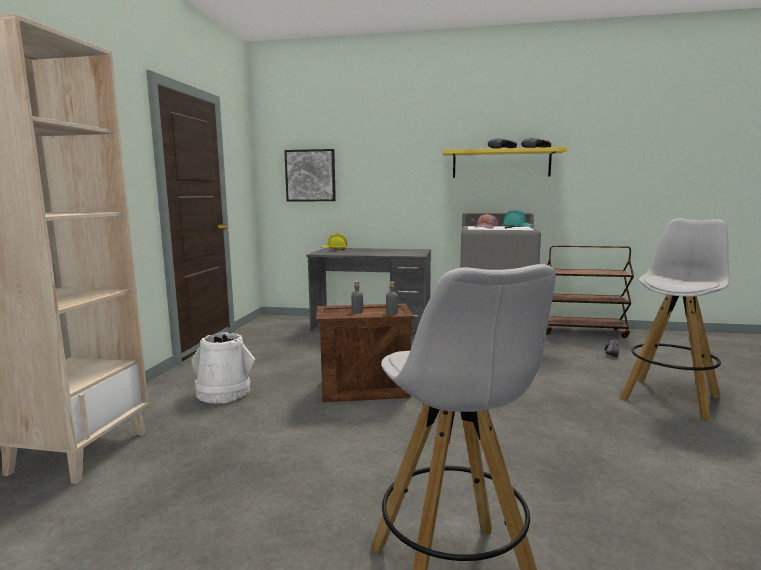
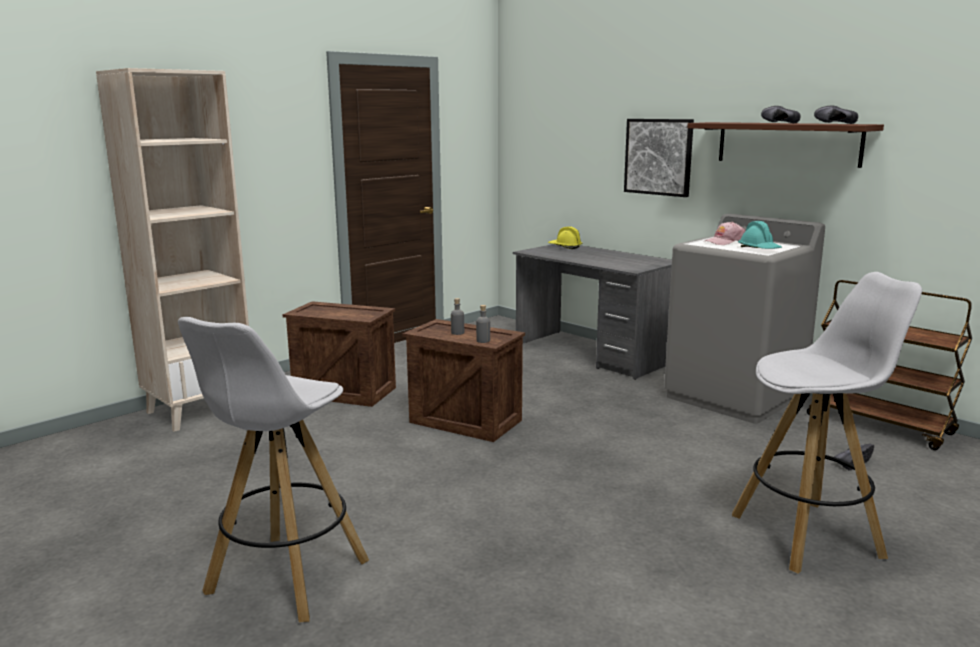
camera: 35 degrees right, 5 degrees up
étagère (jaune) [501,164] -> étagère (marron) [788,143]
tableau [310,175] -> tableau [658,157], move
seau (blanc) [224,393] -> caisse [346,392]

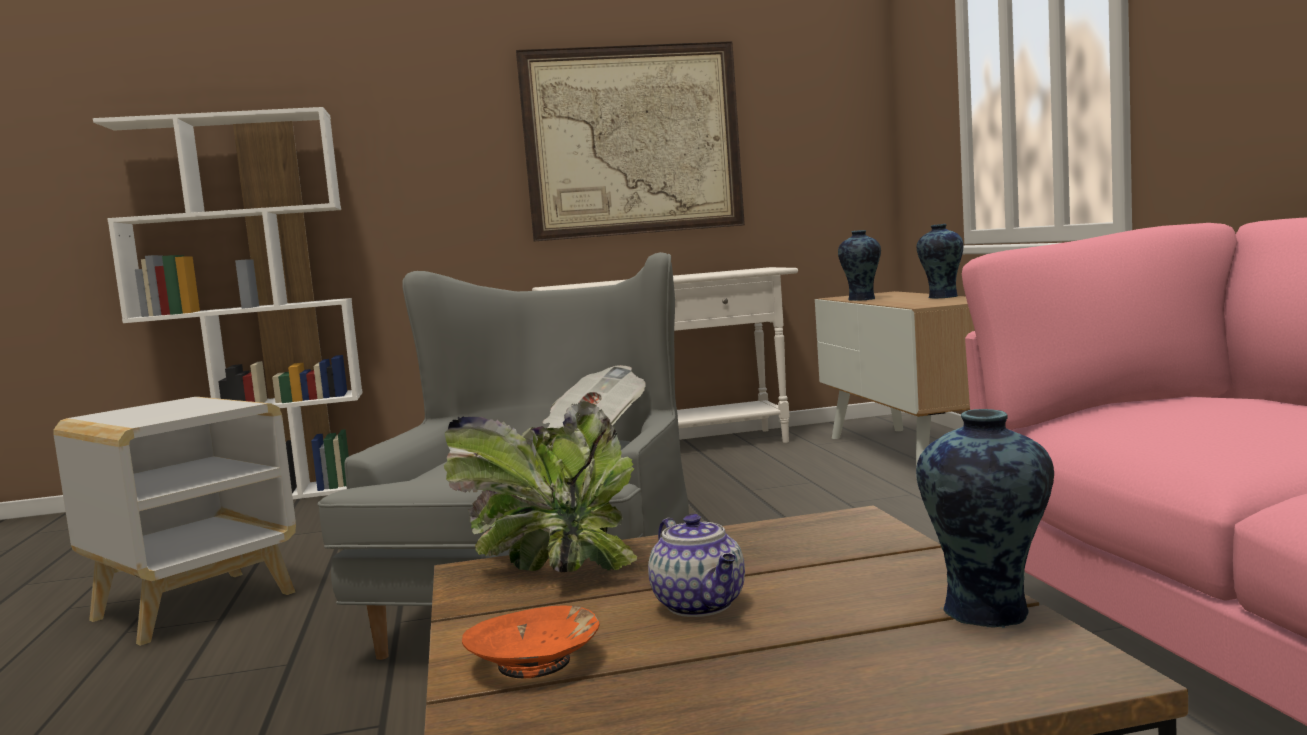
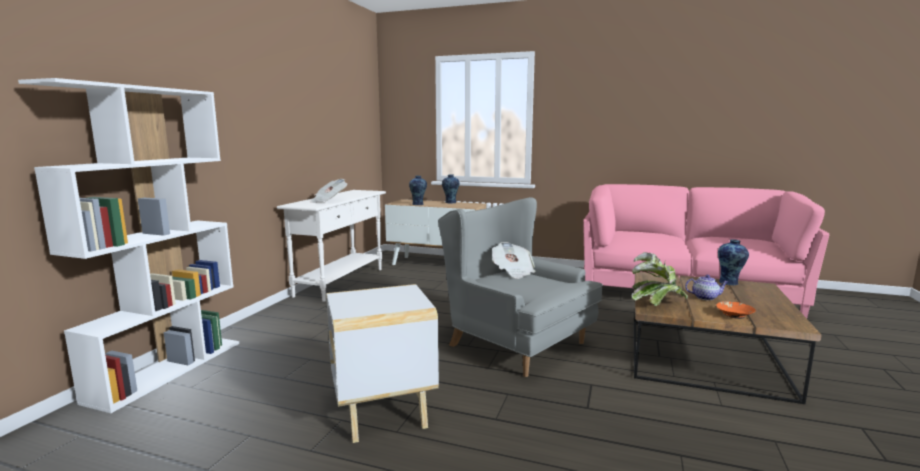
camera: 60 degrees left, 5 degrees up
tableau [633,141] -> none
none -> journal [328,201]

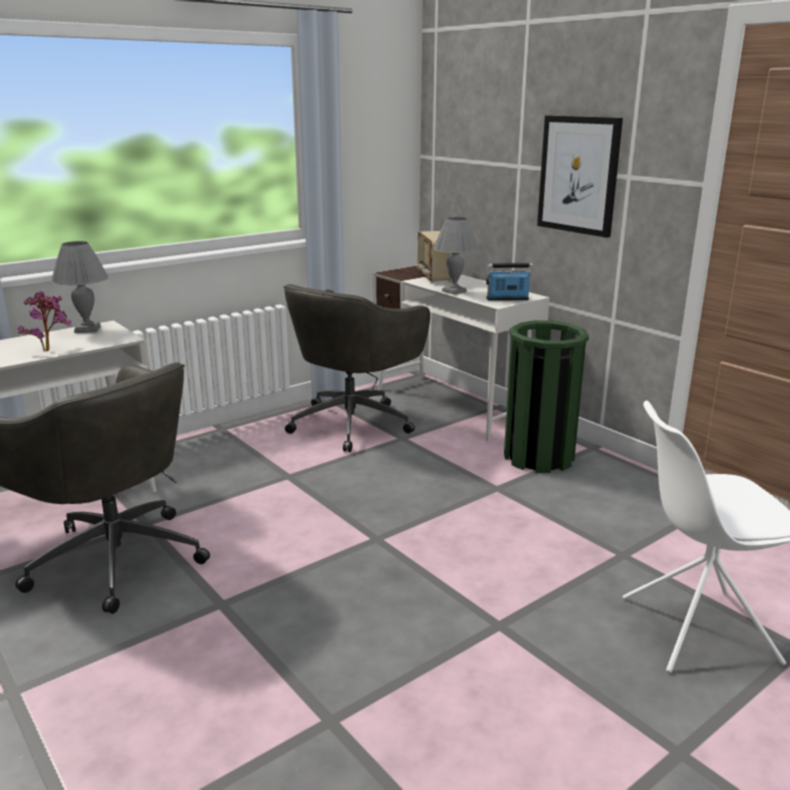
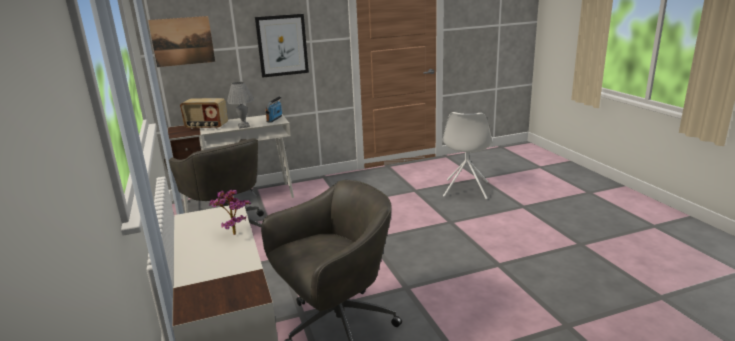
camera: 70 degrees left, 0 degrees up
lampe de table (gris) [87,329] -> none
poubelle (vert) [538,457] -> none
none -> tableau [182,41]

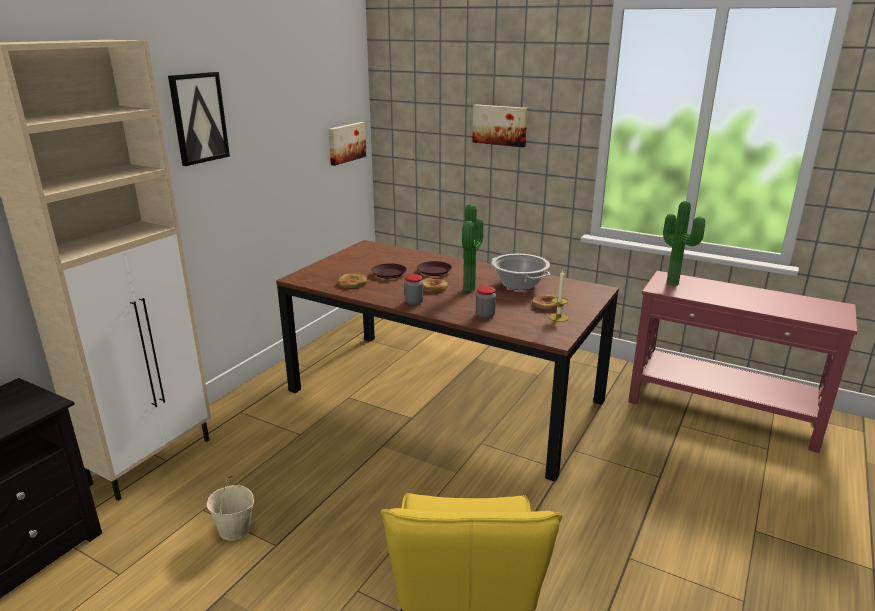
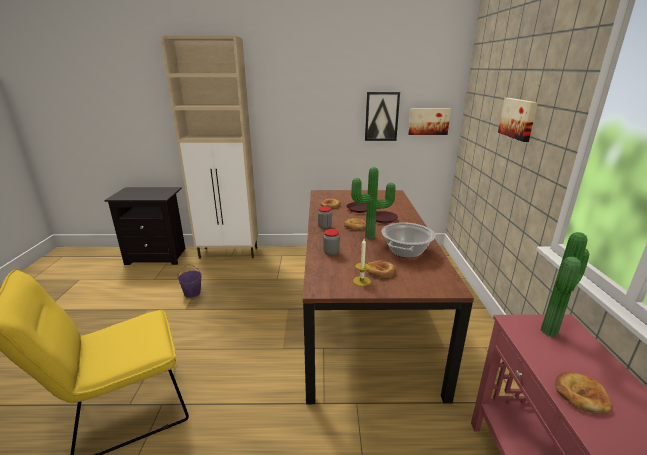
camera: 60 degrees right, 0 degrees up
tableau [198,118] -> tableau [381,116], move
seau (beige) [235,529] -> seau (violet) [192,293]
none -> pain [580,395]

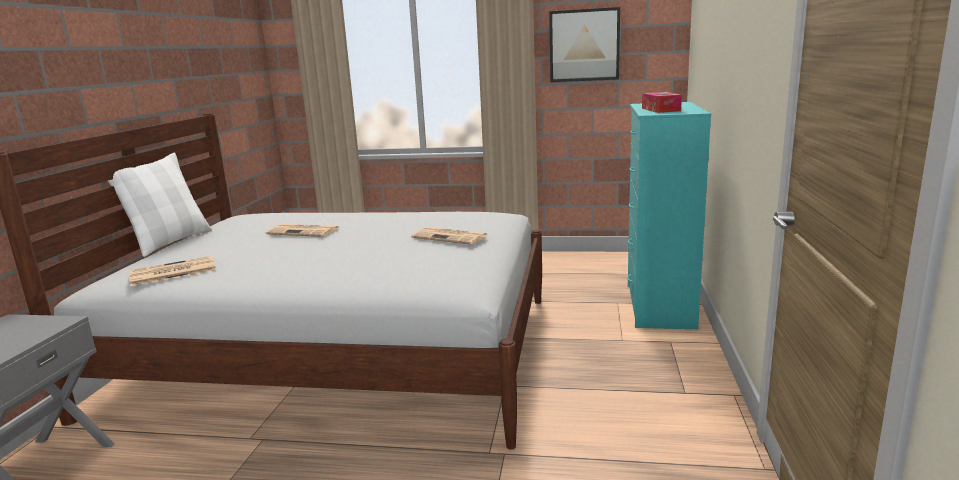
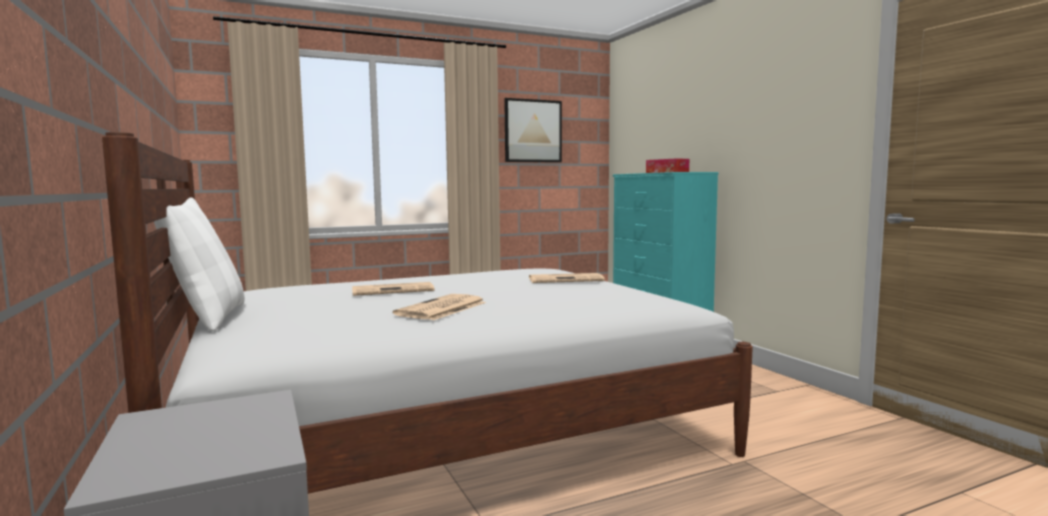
camera: 35 degrees left, 10 degrees down
journal [172,272] -> journal [441,309], move

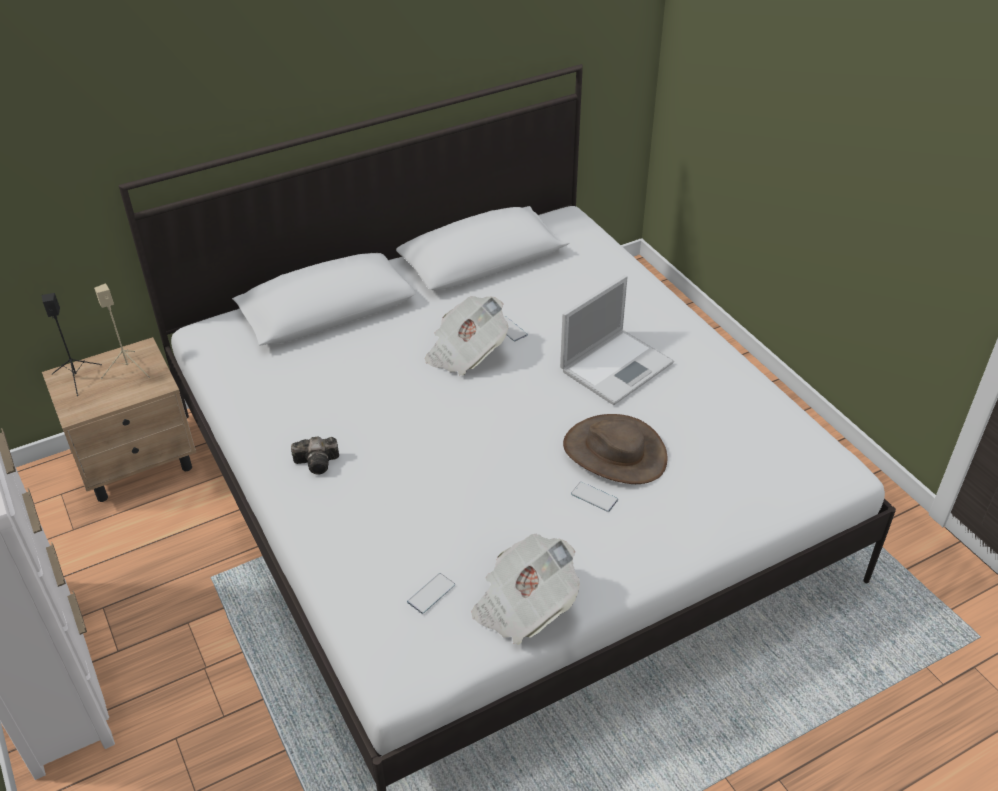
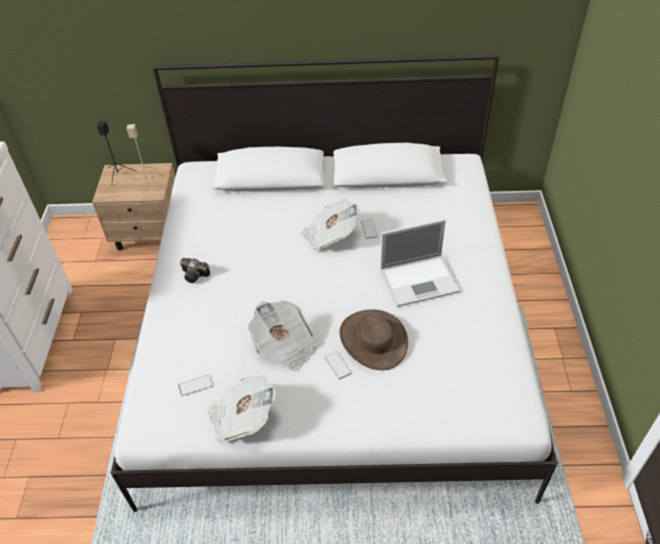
camera: 30 degrees right, 5 degrees up
none -> journal [284,346]

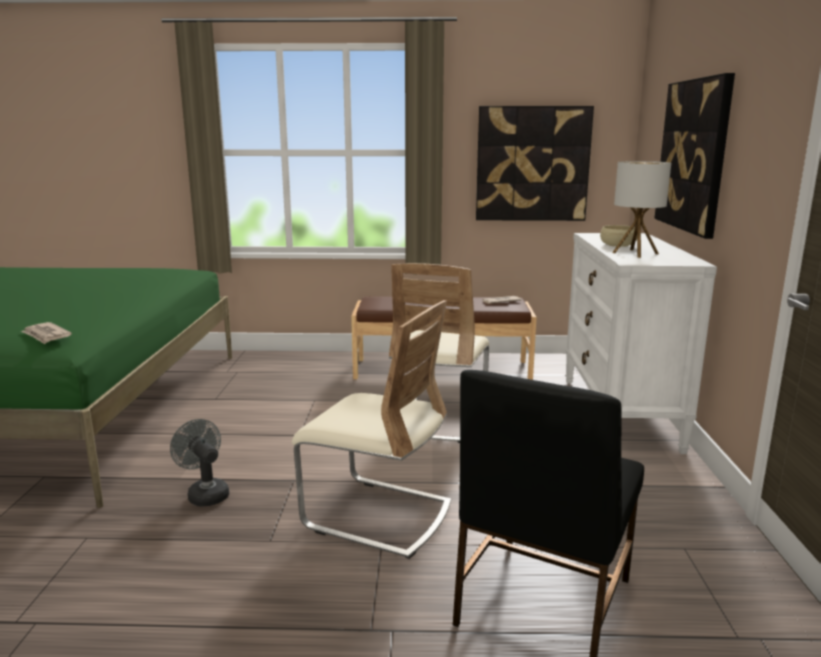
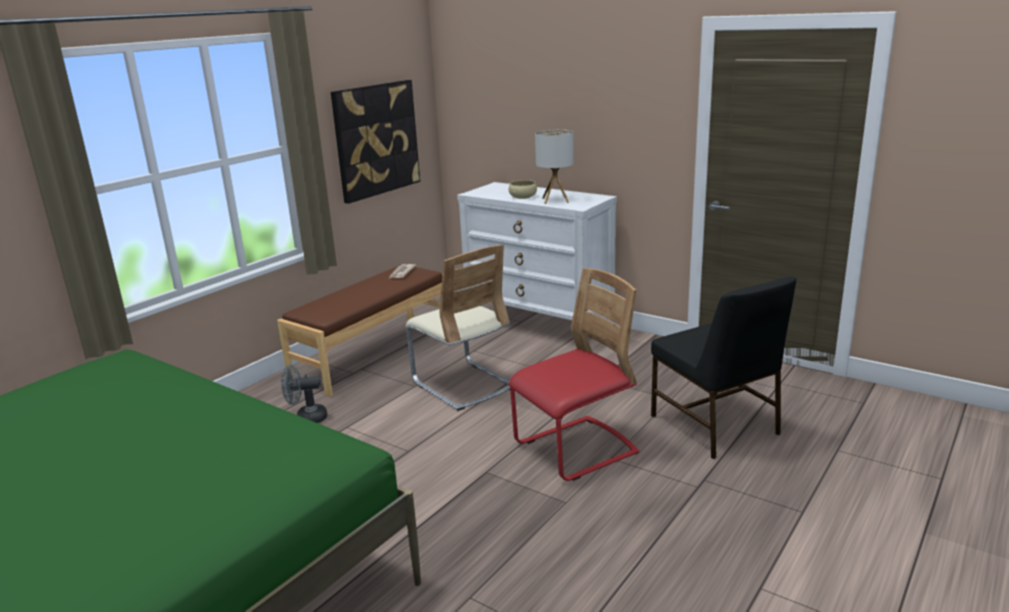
camera: 55 degrees left, 5 degrees up
tableau [693,155] -> none
chaise (beige) [377,515] -> chaise (rouge) [575,450]
journal [46,335] -> none
ventilateur (gris) [205,494] -> ventilateur (gris) [306,418], move

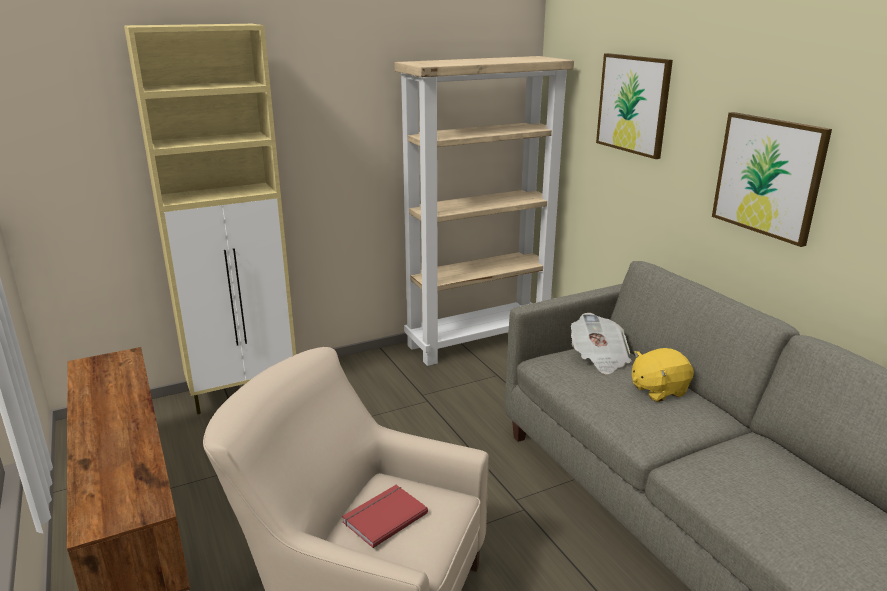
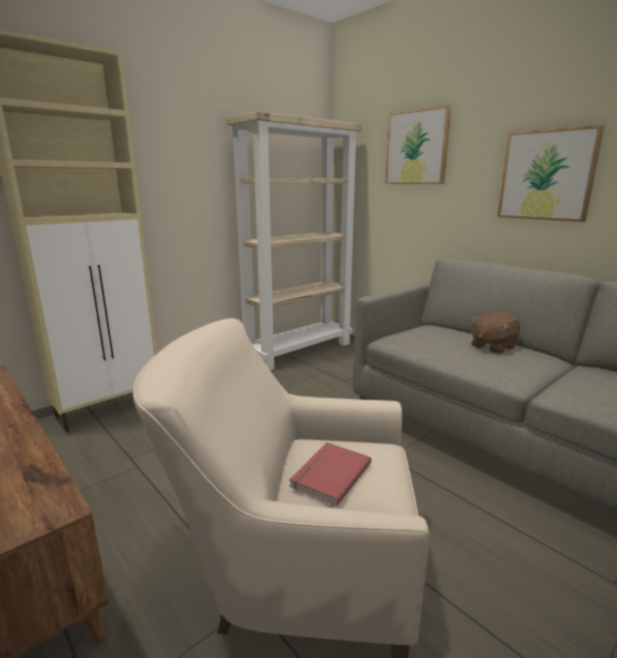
camera: 15 degrees left, 5 degrees down
journal [599,358] -> none
peluche (jaune) [658,390] -> peluche (marron) [492,346]

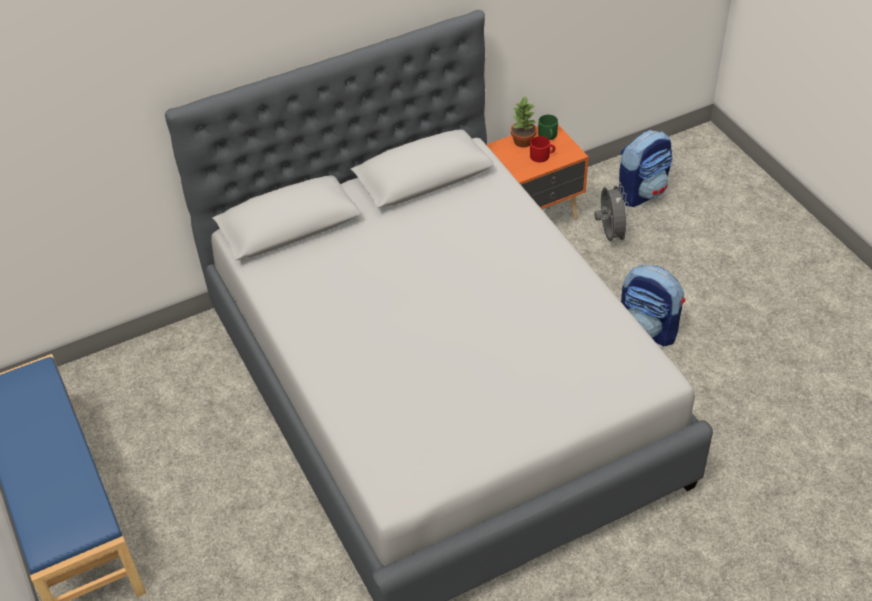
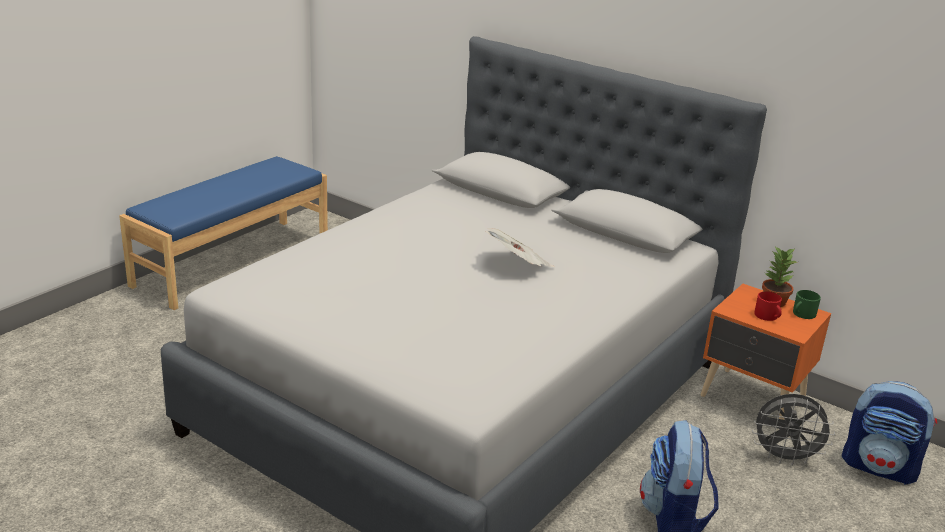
camera: 60 degrees right, 20 degrees down
ventilateur (gris) [610,235] -> ventilateur (gris) [785,458], 45 degrees clockwise
none -> journal [518,265]

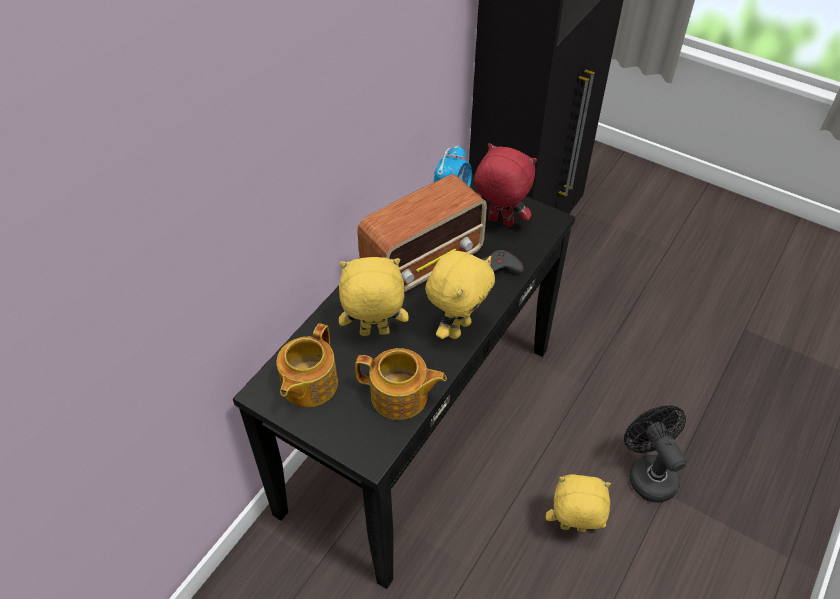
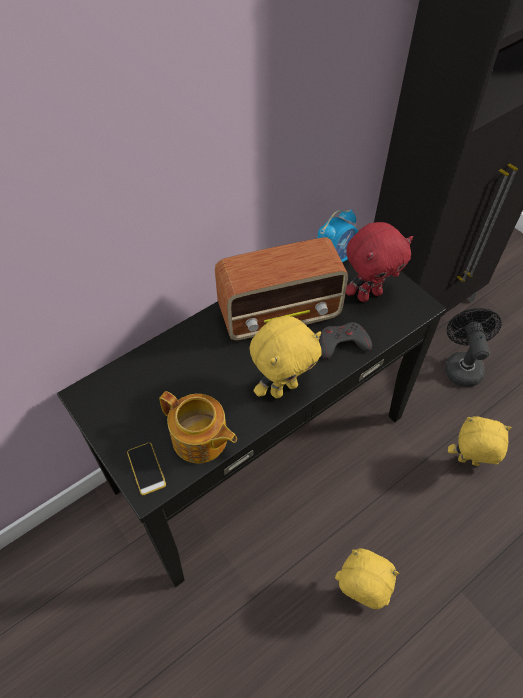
camera: 20 degrees right, 5 degrees up
peluche (rouge) [499,222] -> peluche (rouge) [369,294], 105 degrees clockwise
peluche (jaune) [374,333] -> peluche (jaune) [468,462], move
théière [308,384] -> none
ventilateur (noir) [648,473] -> ventilateur (noir) [461,365], move
none -> téléphone [146,468]

